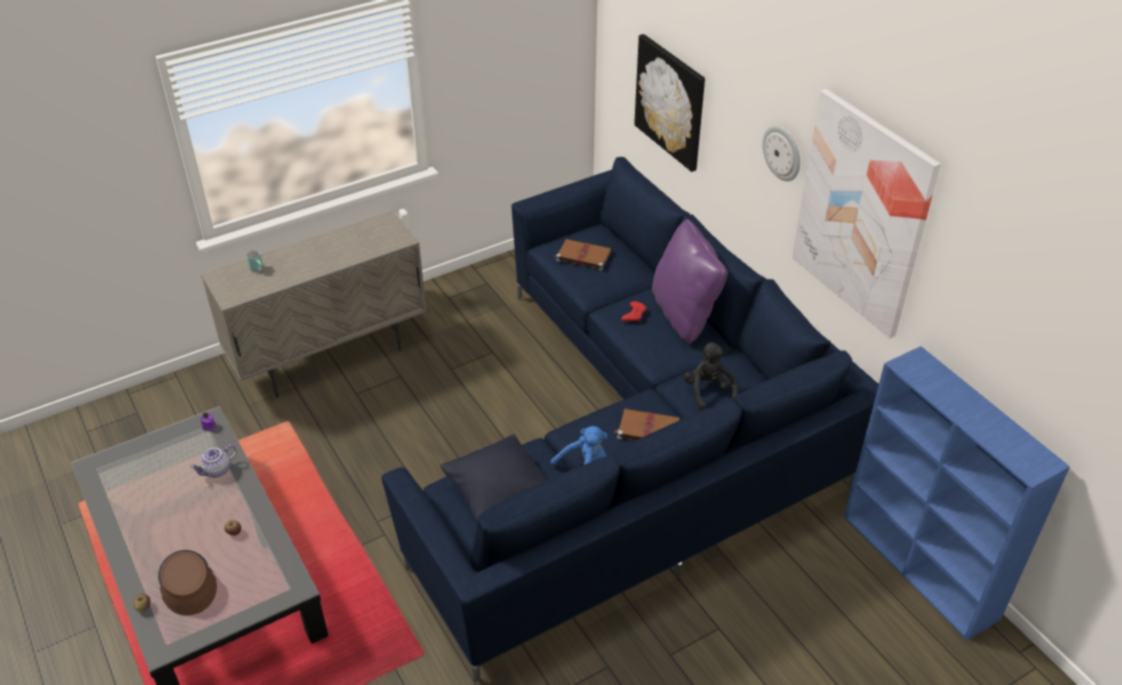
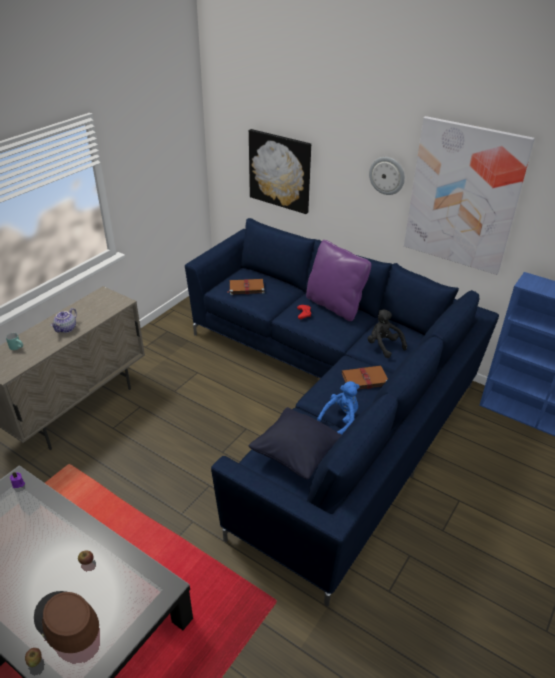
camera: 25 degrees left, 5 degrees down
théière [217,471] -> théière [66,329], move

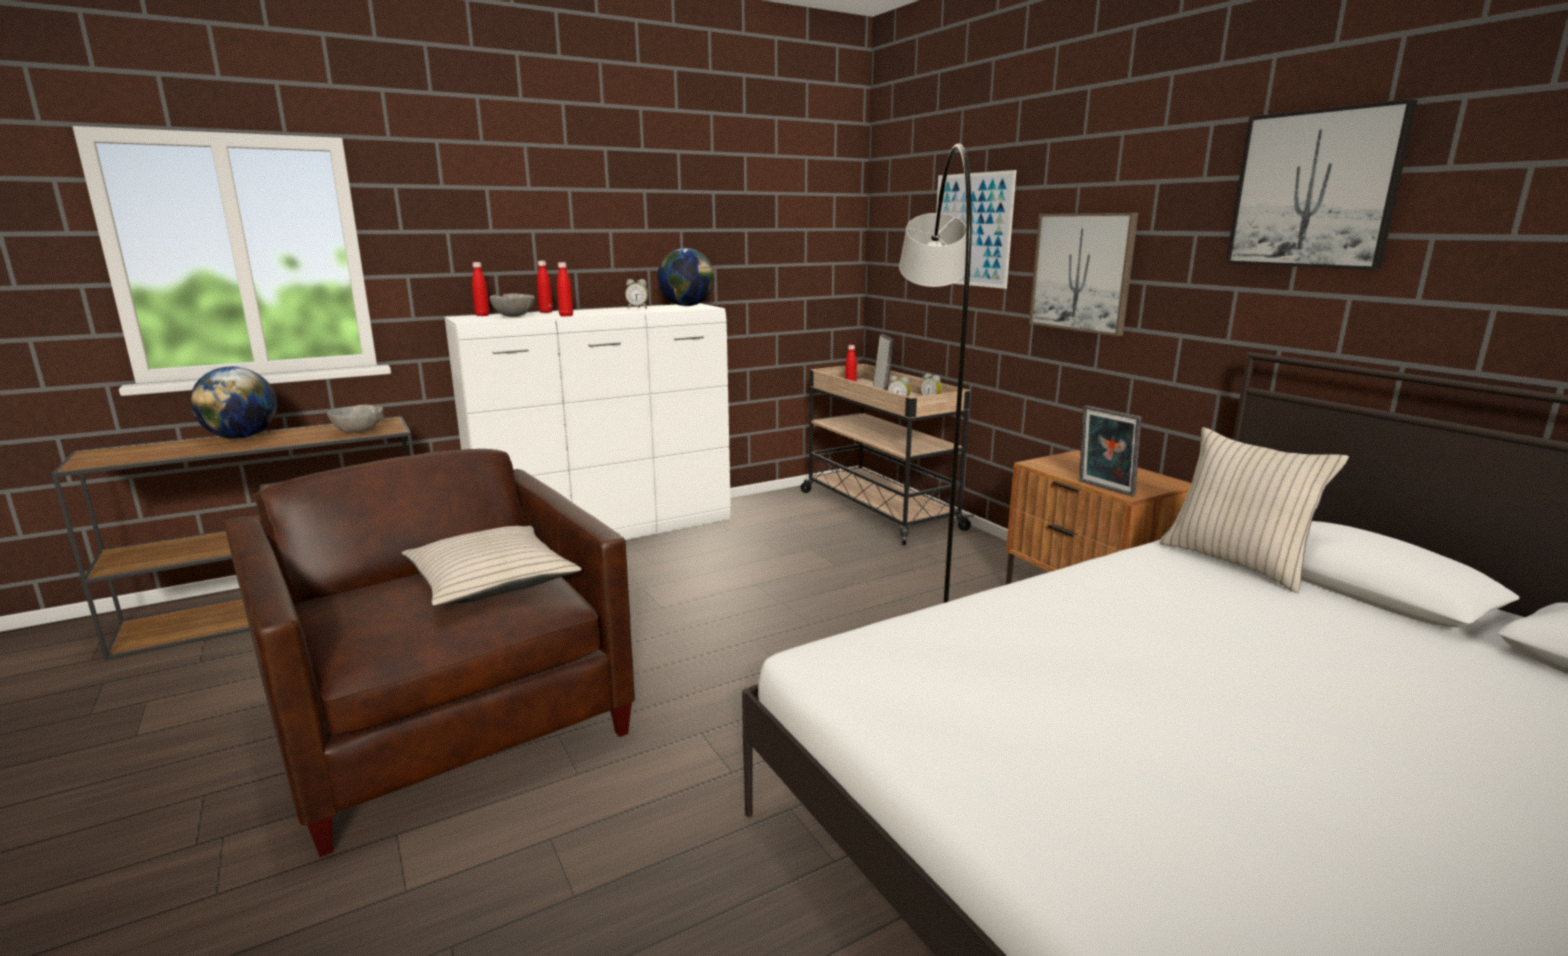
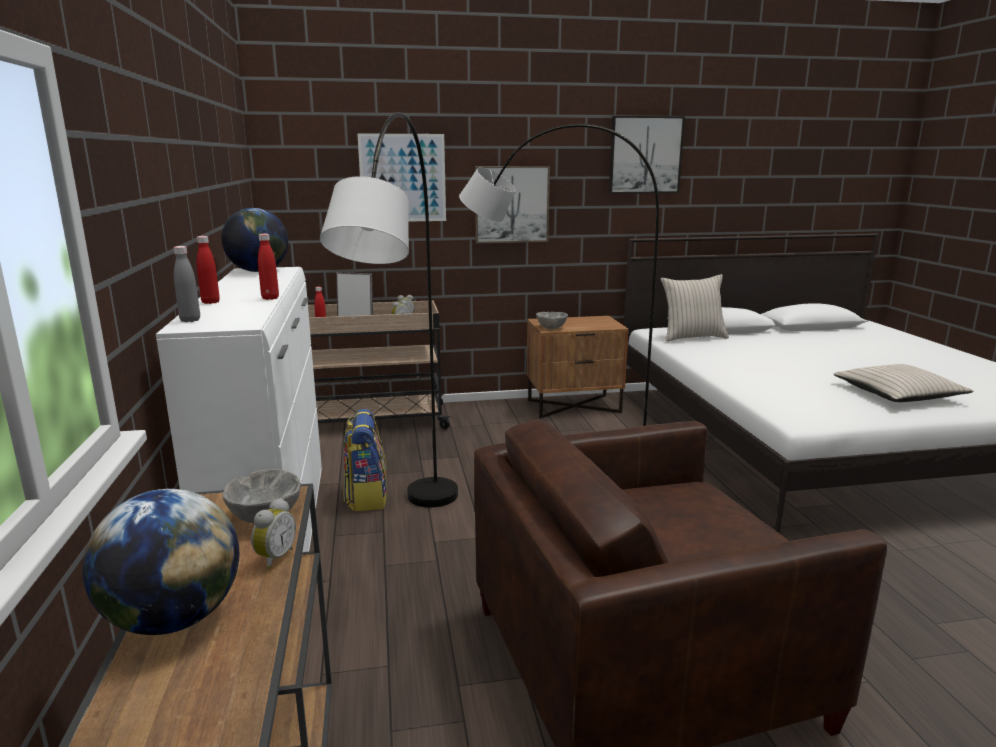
camera: 70 degrees left, 0 degrees up
bouteille (rouge) [482,315] -> bouteille (gris) [190,320]
réveil [637,308] -> réveil [274,558], move
bol (gris) [513,316] -> bol (gris) [551,328], move
cadre photo [1104,488] -> none
coussin (beige) [491,581] -> coussin (beige) [897,394], move
none -> lampadaire (gris) [411,547]
none -> sac à dos [366,497]

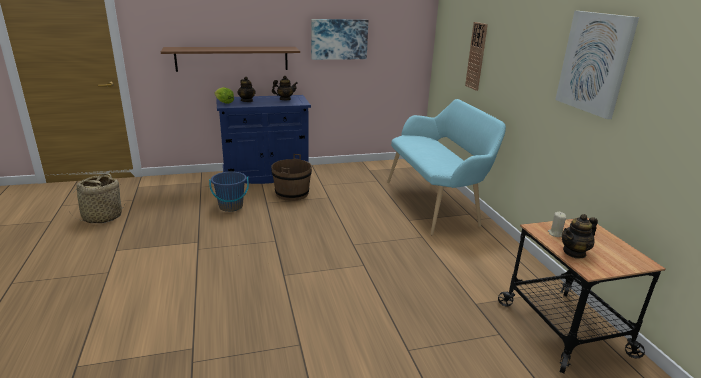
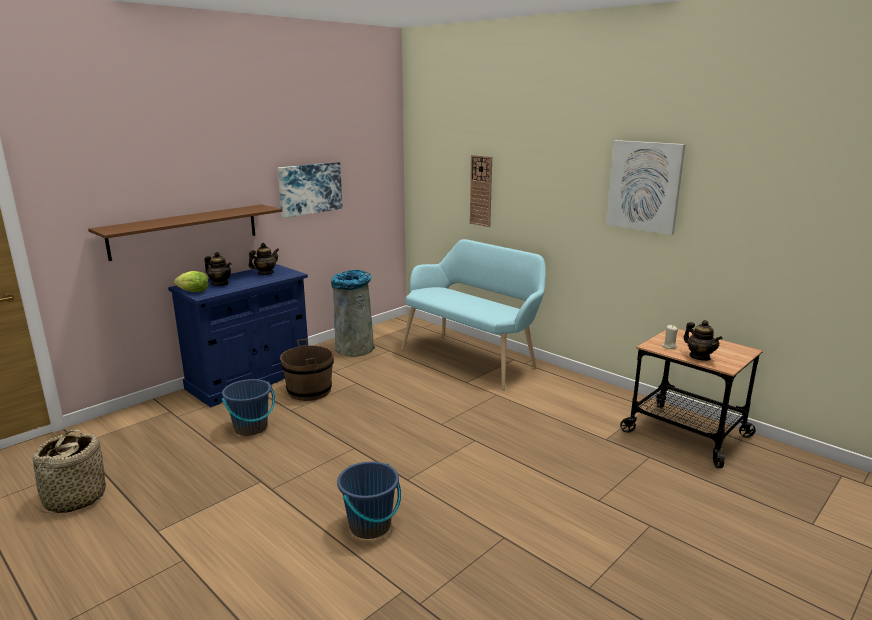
camera: 30 degrees left, 5 degrees down
théière [574,252] -> théière [699,357], 60 degrees counterclockwise
none -> poubelle (gris) [354,348]
none -> seau (bleu) [370,526]

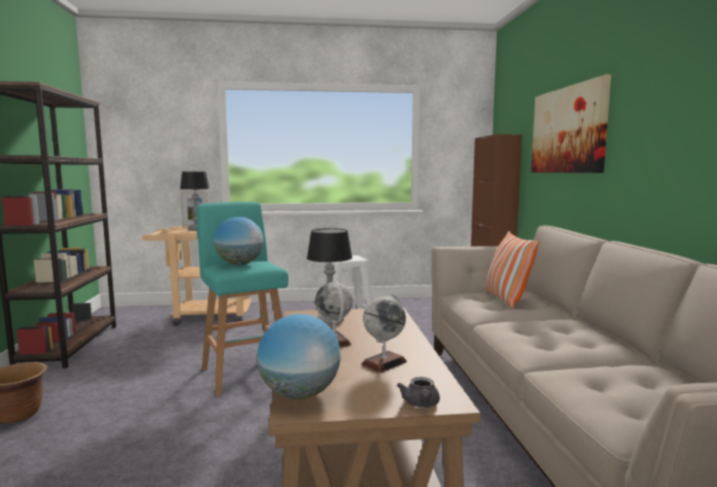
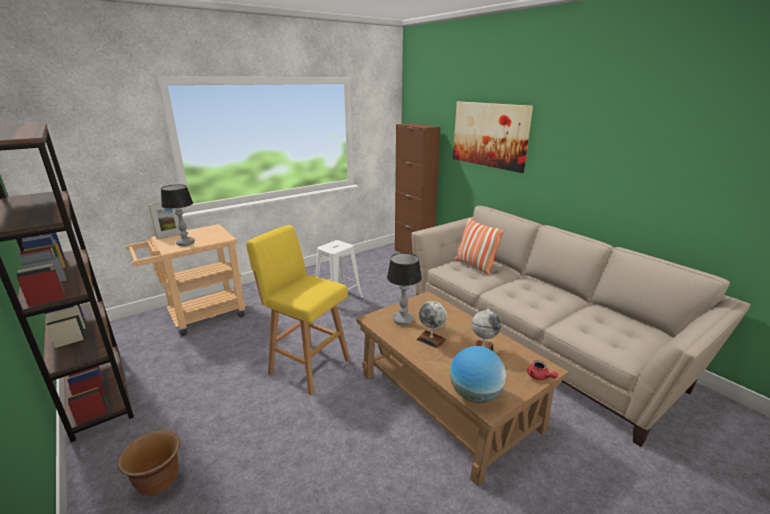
camera: 30 degrees left, 15 degrees up
tabouret (turquoise) [245,372] -> tabouret (jaune) [307,365]
globe [240,264] -> none
théière (gris) [421,404] -> théière (rouge) [539,377]

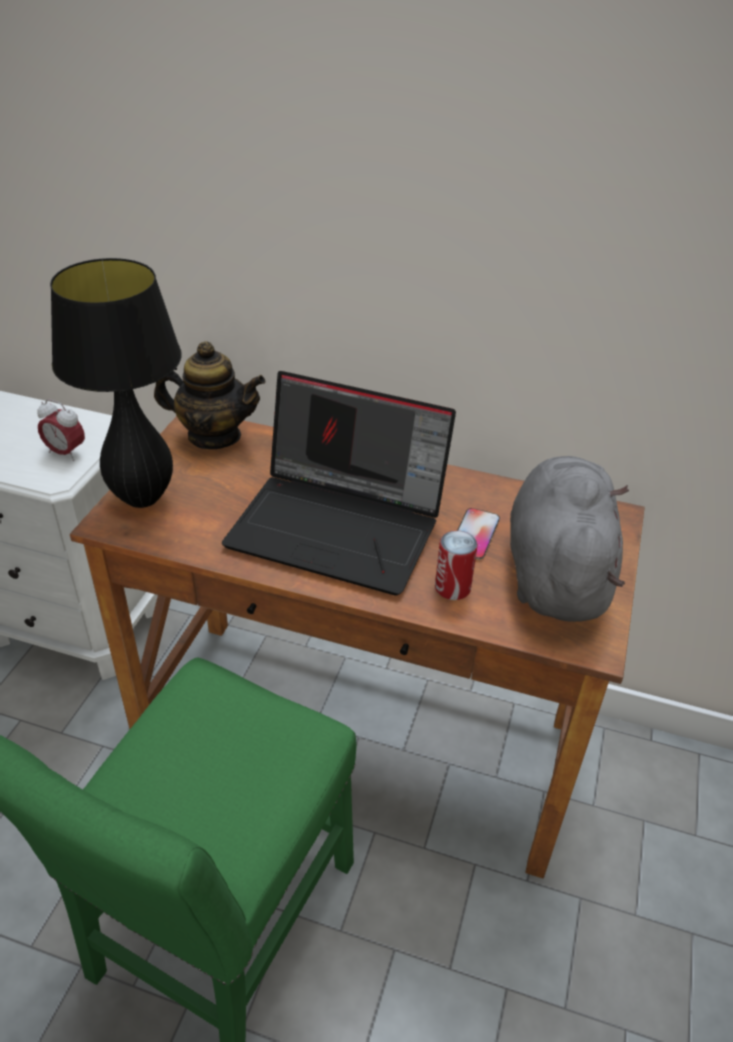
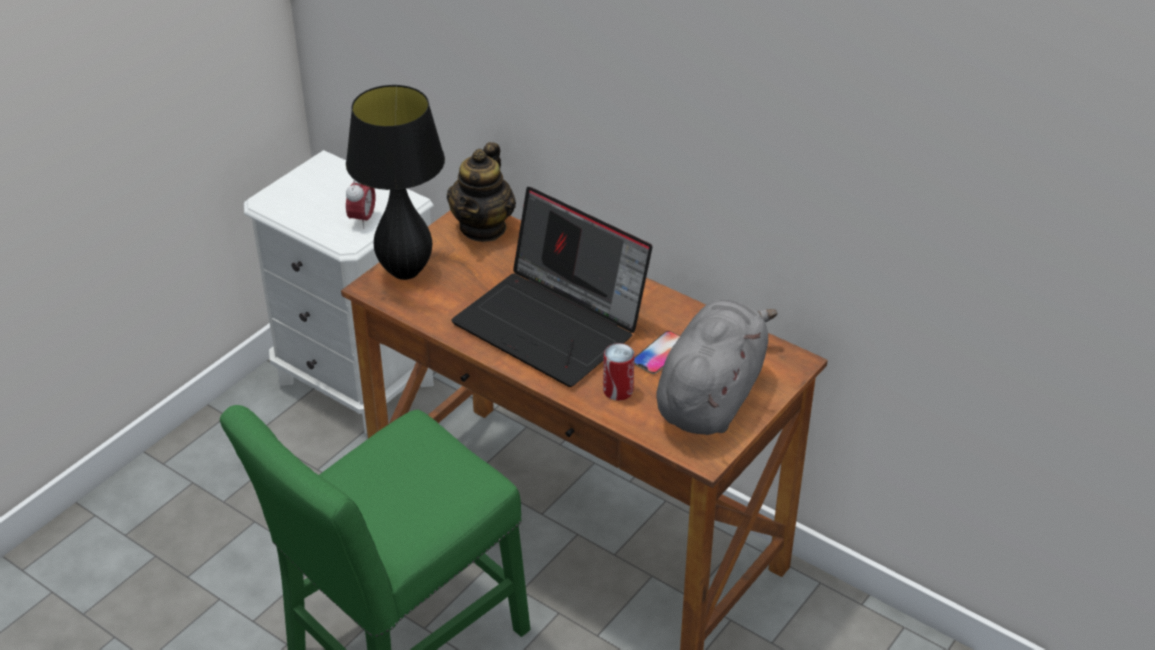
camera: 20 degrees right, 0 degrees up
théière [214,436] -> théière [483,228], 75 degrees clockwise
réveil [66,453] -> réveil [362,220], 120 degrees counterclockwise

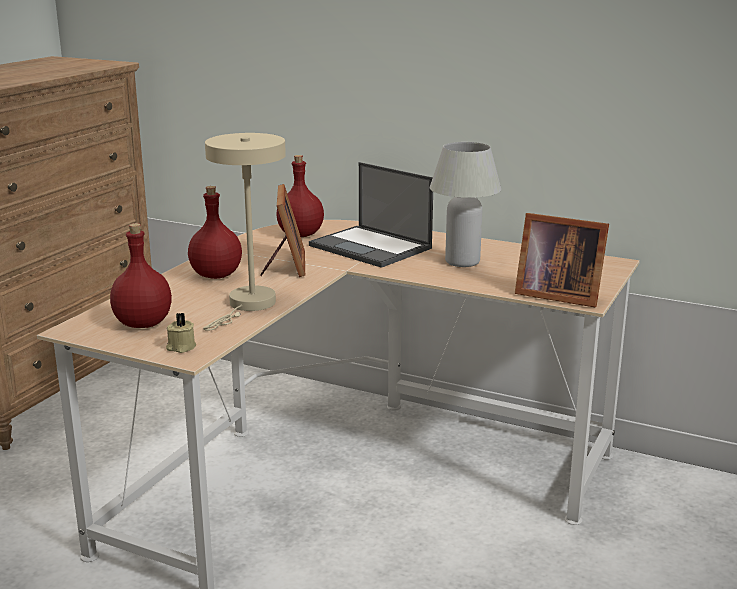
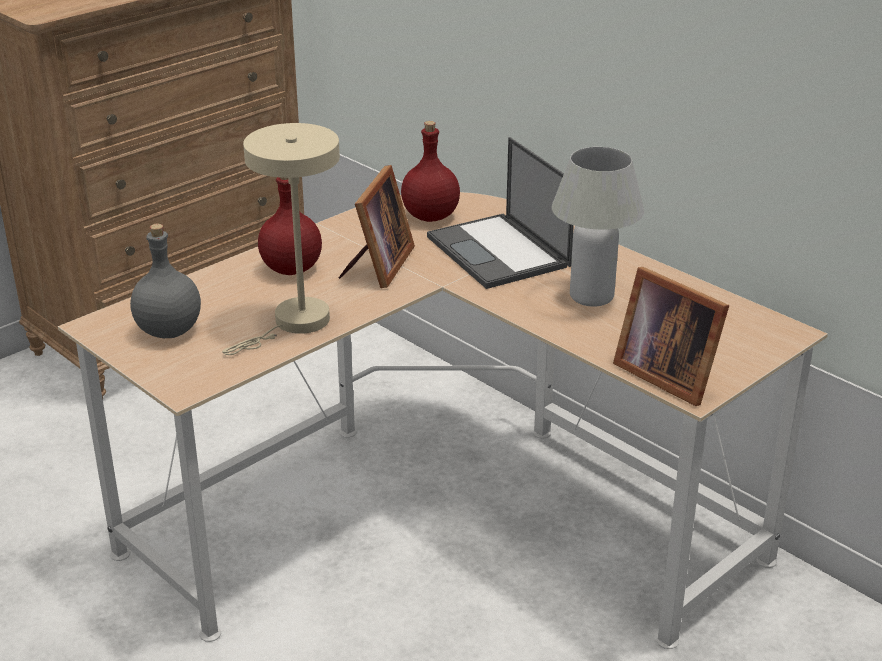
camera: 20 degrees right, 10 degrees up
bouteille (rouge) [144,324] -> bouteille (gris) [170,331]
bougie (beige) [181,347] -> none

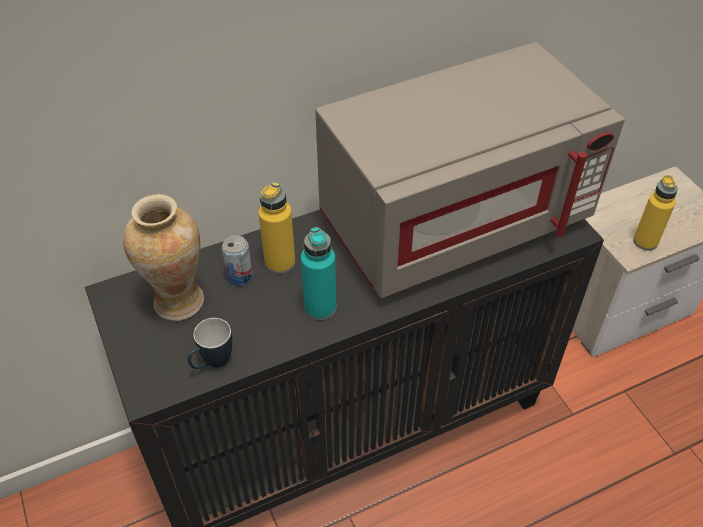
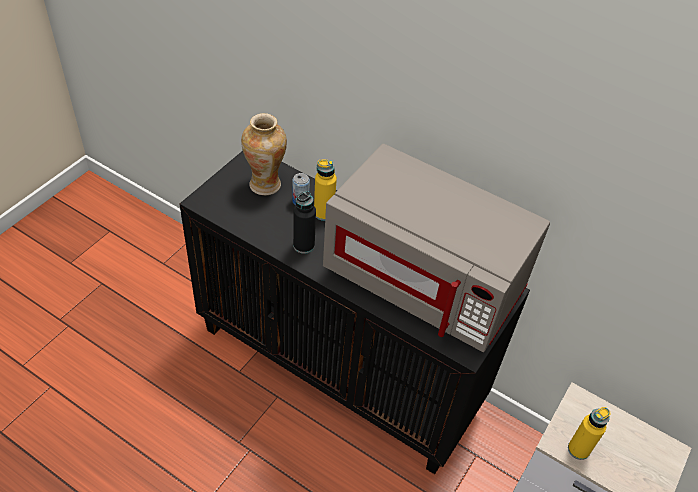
camera: 55 degrees right, 0 degrees up
bouteille (turquoise) [320,307] -> bouteille (noir) [304,245]
mug [212,363] -> none

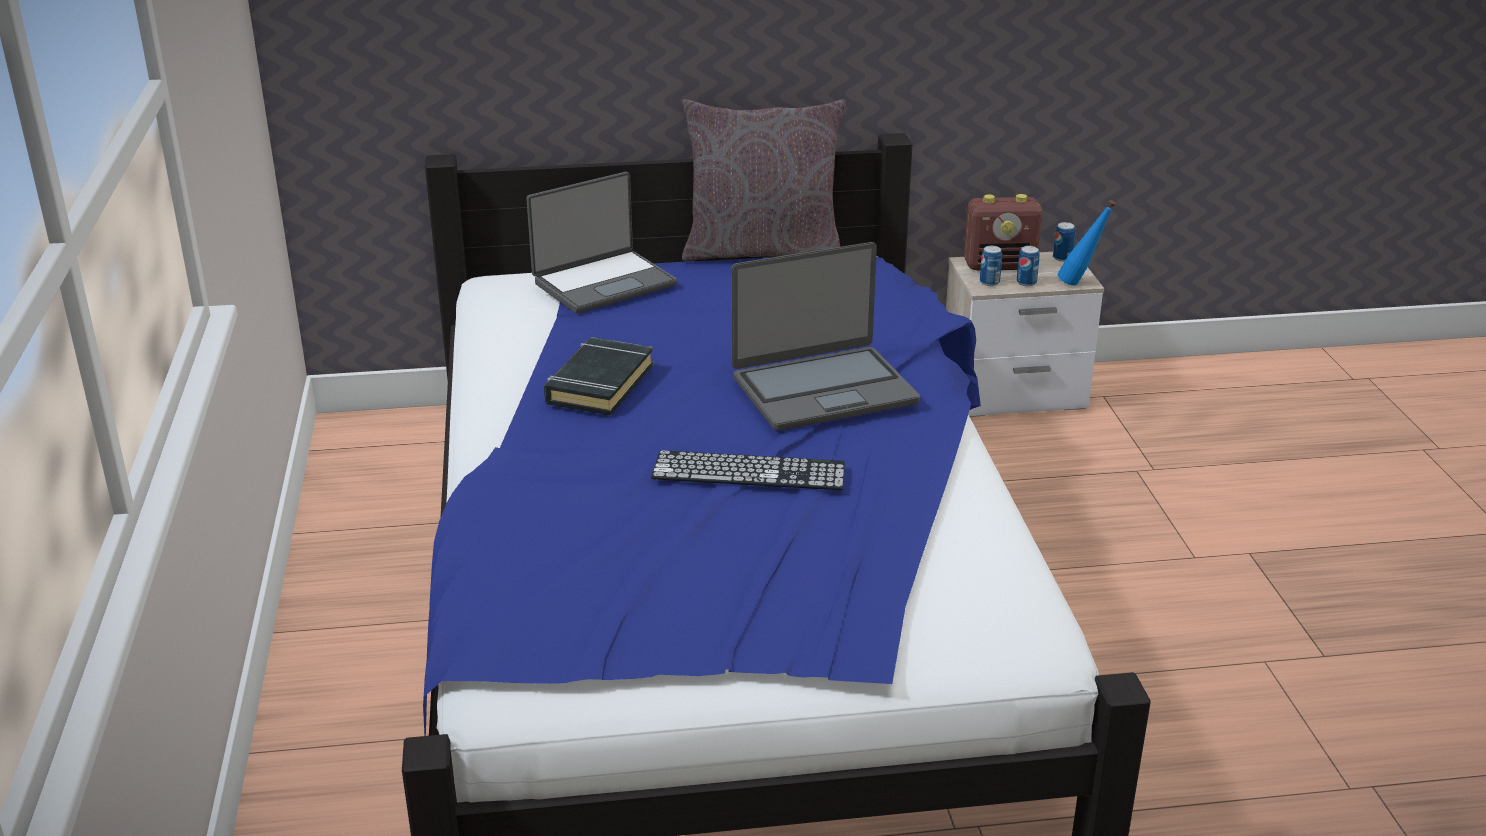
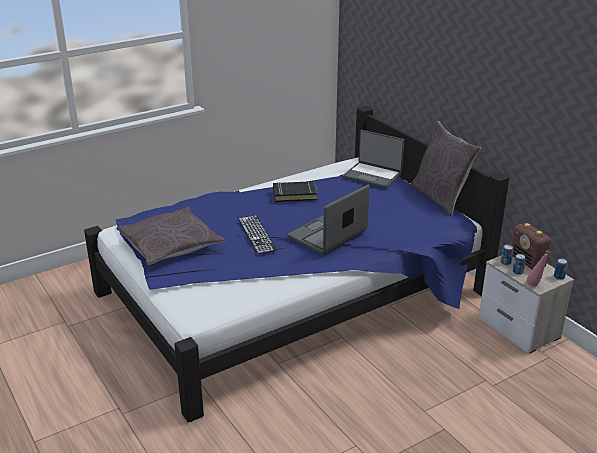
camera: 65 degrees right, 0 degrees up
bouteille (bleu) [1080,284] -> bouteille (rose) [535,287]
ordinateur portable [823,390] -> ordinateur portable [328,235], 90 degrees clockwise
none -> coussin (gris) [170,245]

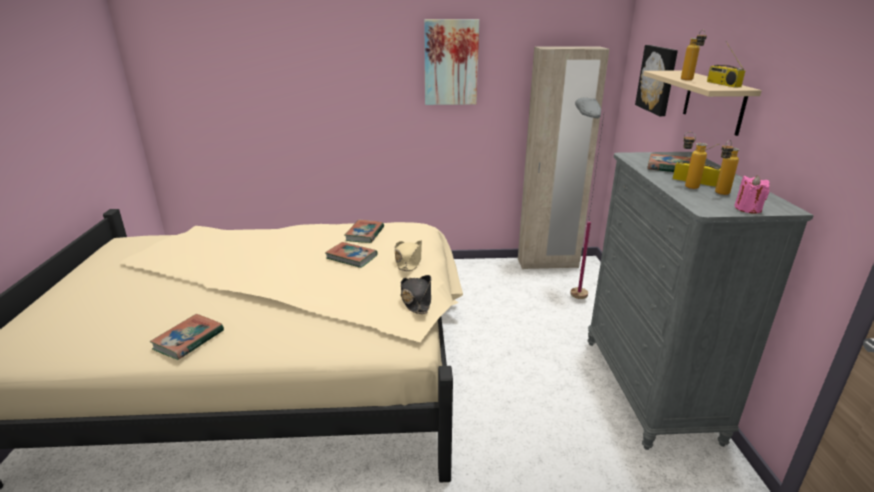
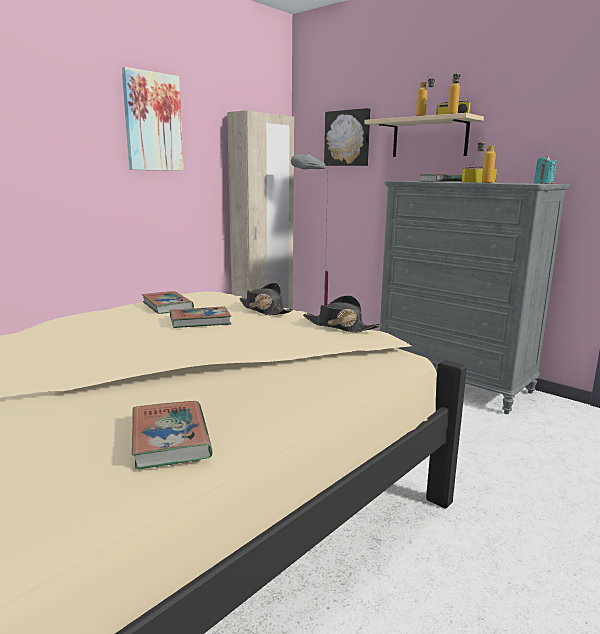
camera: 45 degrees left, 10 degrees down
bouteille [719,194] -> bouteille [452,114], move
bougie (rose) [748,209] -> bougie (turquoise) [543,183]
chapeau (beige) [408,261] -> chapeau (noir) [264,310]

